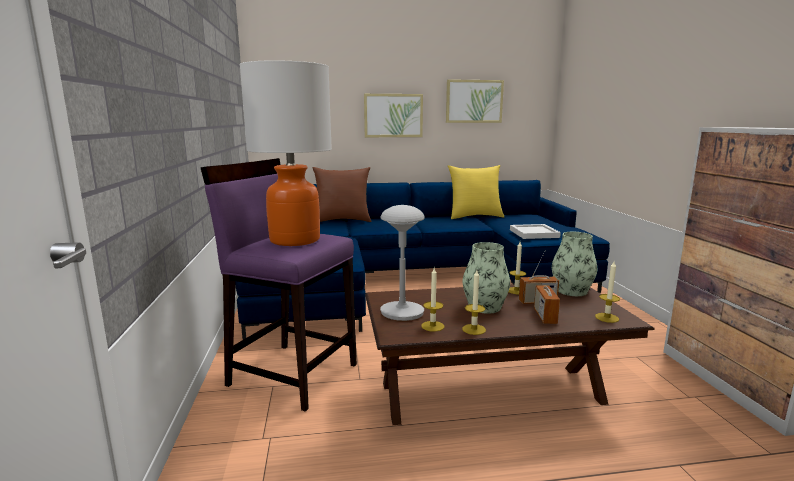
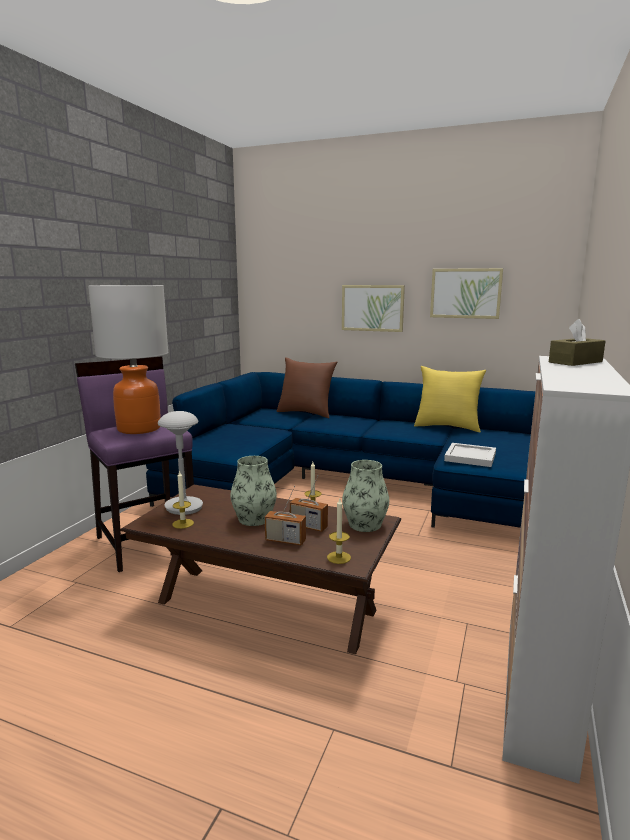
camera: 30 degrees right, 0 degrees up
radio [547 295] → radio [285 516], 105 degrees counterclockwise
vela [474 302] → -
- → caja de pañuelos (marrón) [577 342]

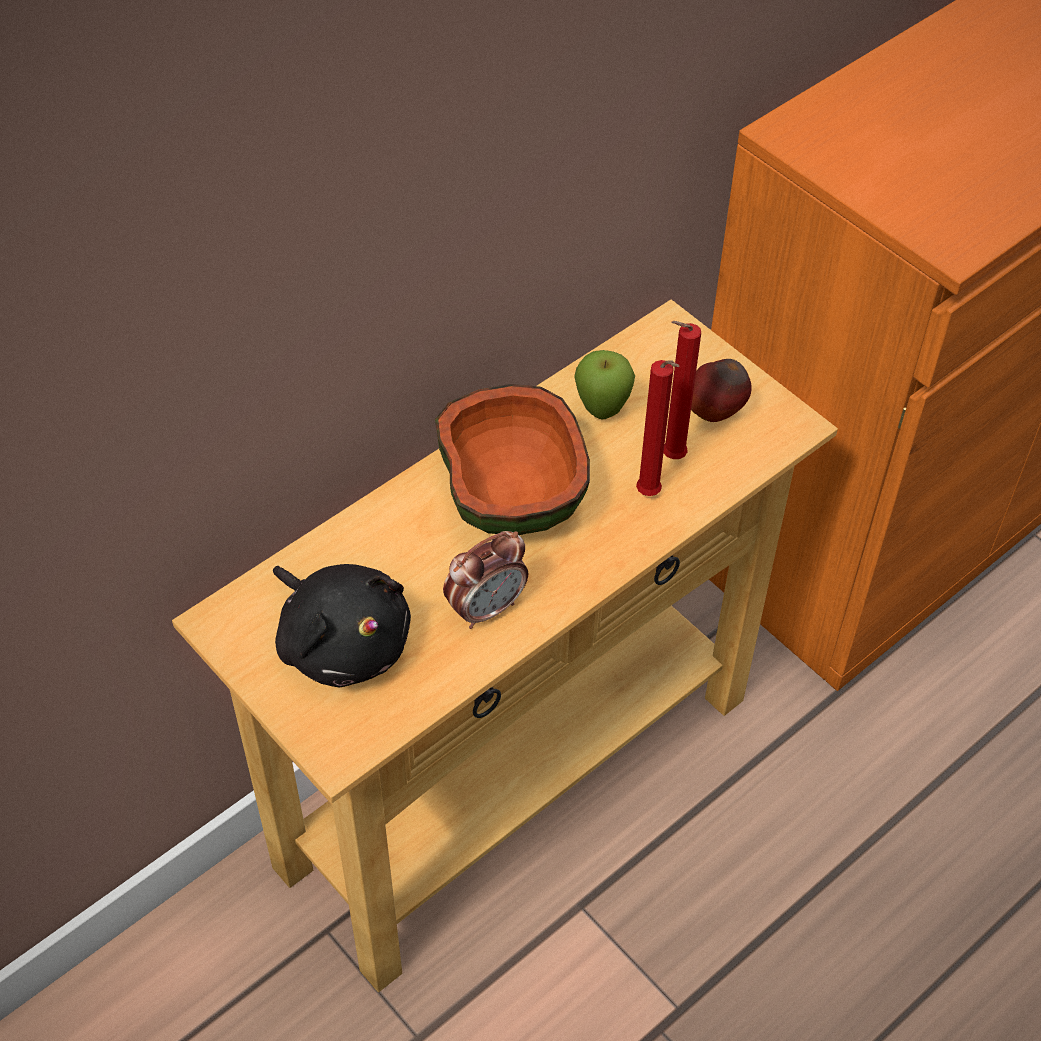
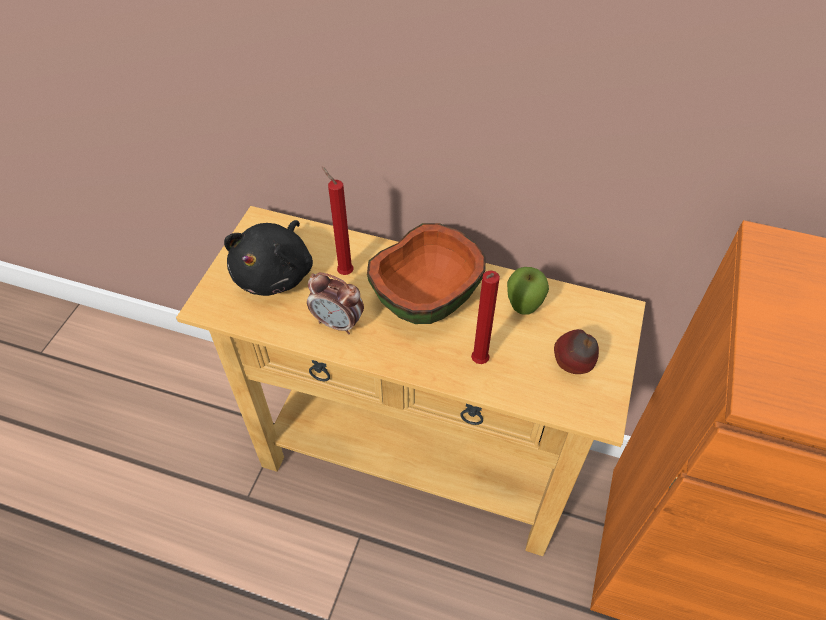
camera: 60 degrees right, 0 degrees up
vela (rojo) [682 390] → vela (rojo) [338 221], relocated

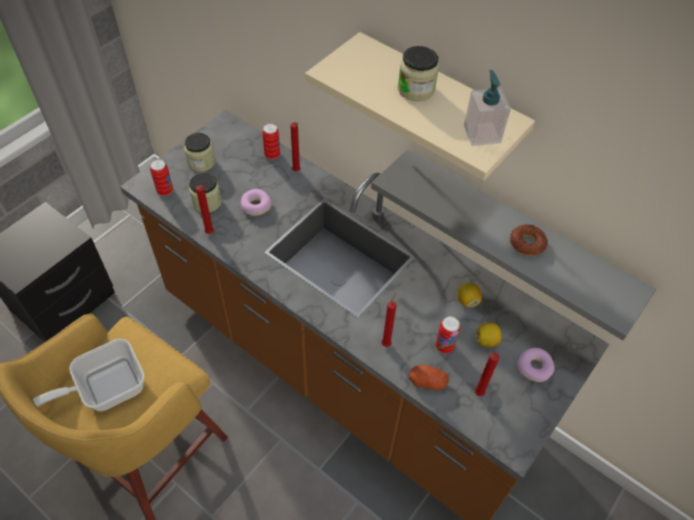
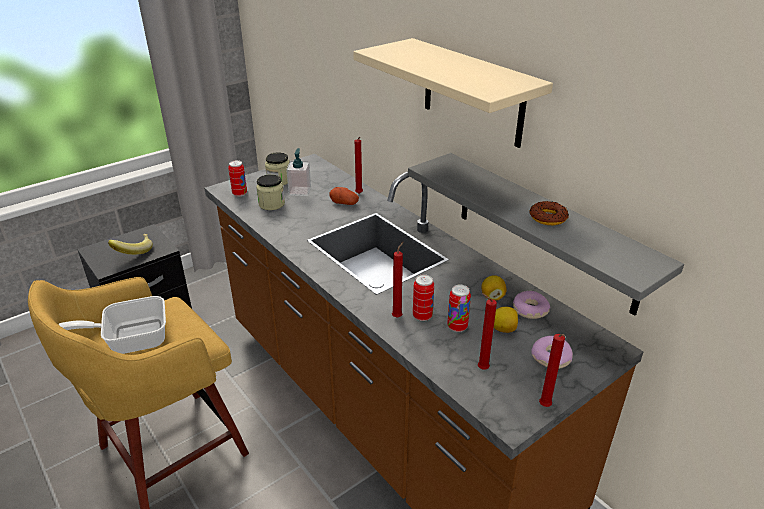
camera: 15 degrees right, 20 degrees down
tarro [418 73] → -
dispensador de jabón [487 108] → dispensador de jabón [298 172], relocated
lata [271 141] → lata [423 297], relocated
vela (rojo) [205 209] → vela (rojo) [552 370], relocated
rosquilla [256 202] → rosquilla [531 305], relocated
patata [429 377] → patata [344 196], relocated
- → plátano [130 244]

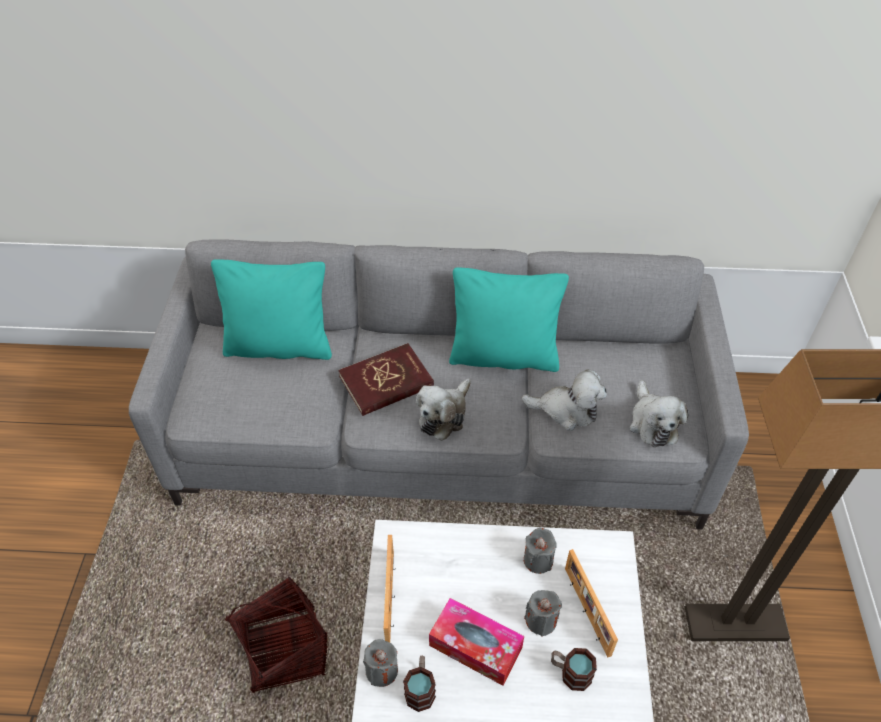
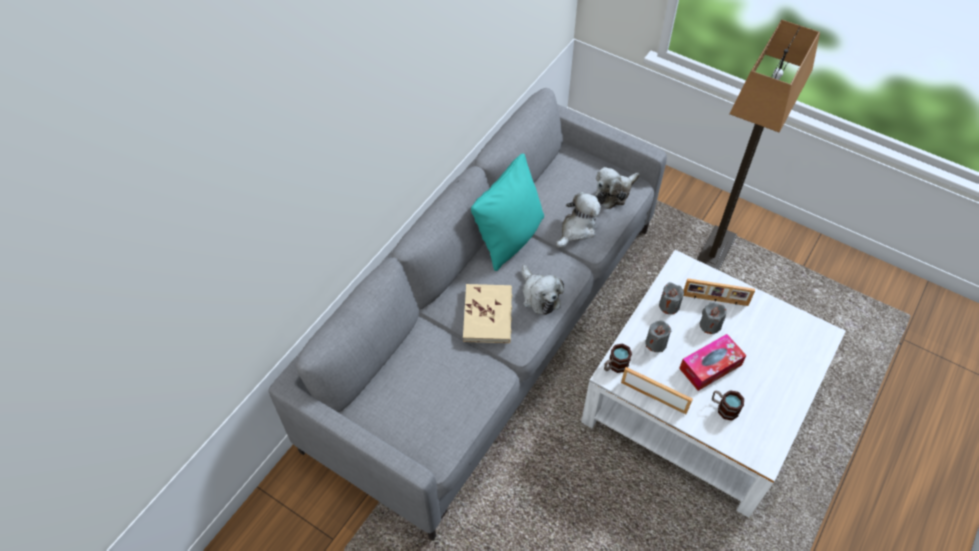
camera: 60 degrees left, 5 degrees up
cojín (turquesa) [271 309] → -
libro (rojo) [386 379] → libro (beis) [487 313]
peluche [659 413] → peluche [617 188], 120 degrees clockwise
cesta [276 634] → -
vela (gris) [380 663] → vela (gris) [658 336], relocated
taza grande [574 669] → taza grande [618 358], relocated

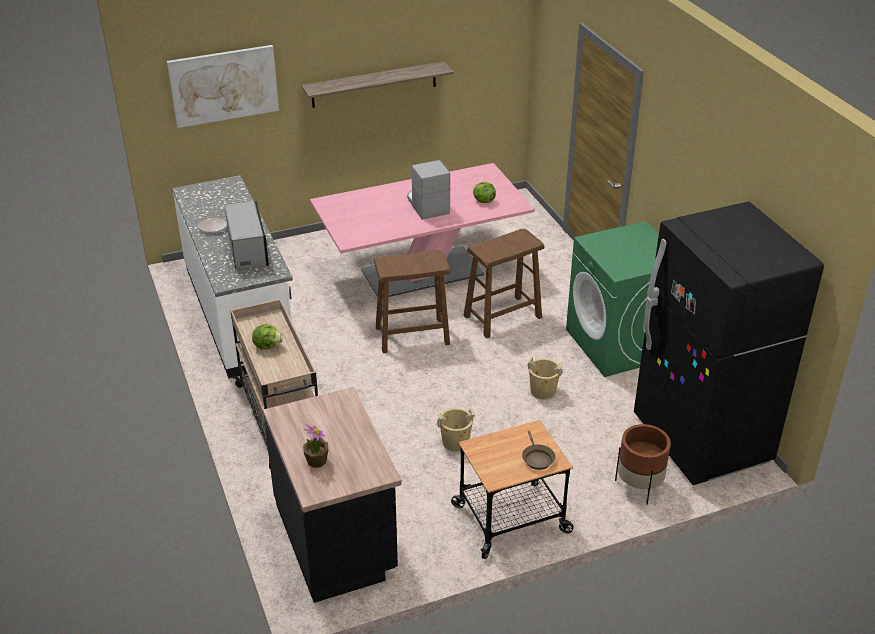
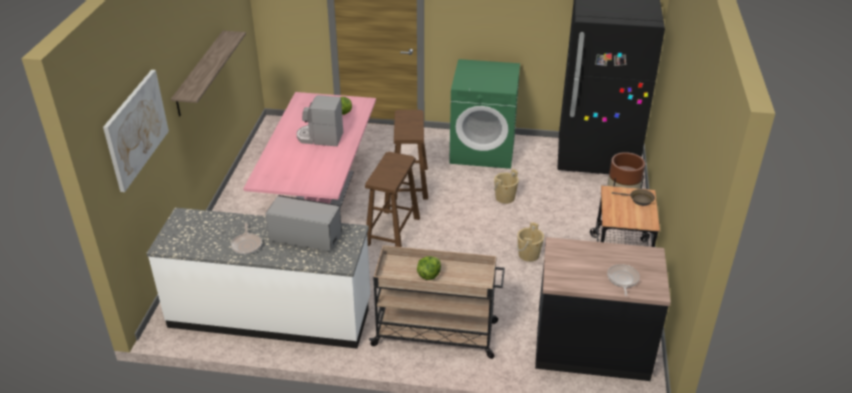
camera: 60 degrees left, 0 degrees up
planta en maceta [315 446] → sartén [623 280]

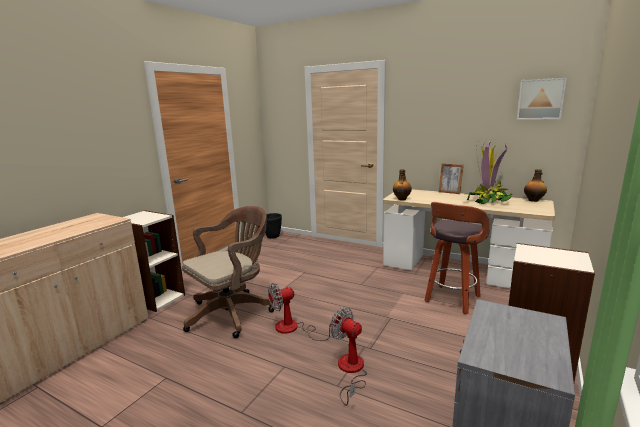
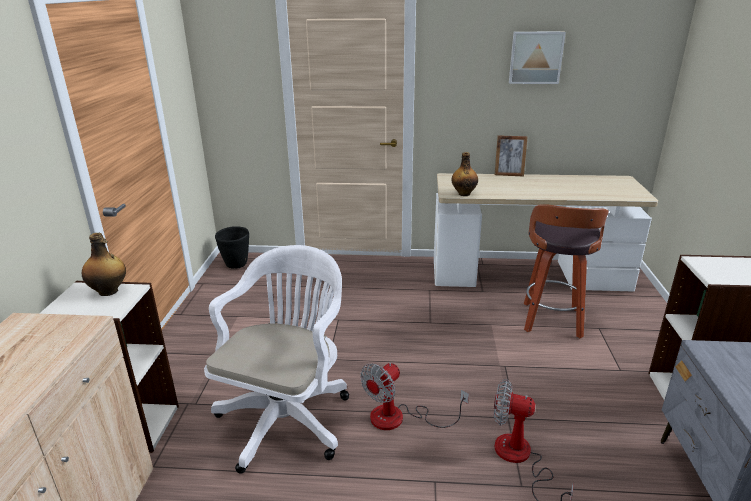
camera: 25 degrees left, 10 degrees up
cuadro [542 99] → cuadro [537 57], relocated
planta en maceta [490 171] → -
botella [535 185] → botella [104 264], relocated
silla de oficina (marrón) [228 272] → silla de oficina (blanco) [276 359]

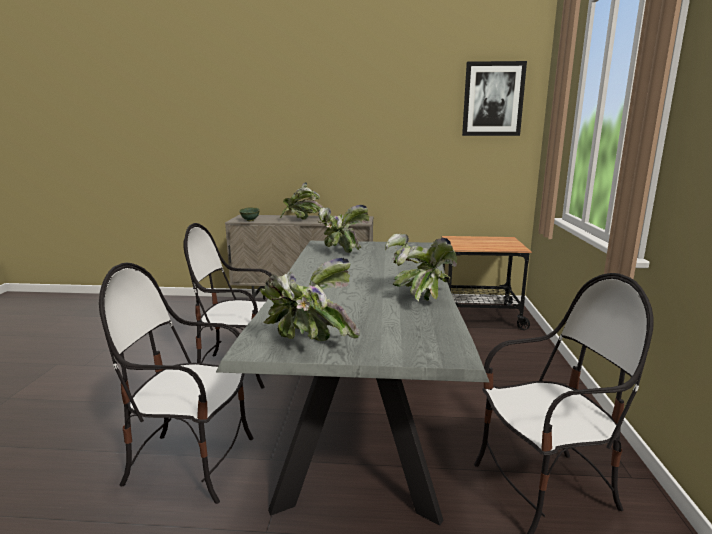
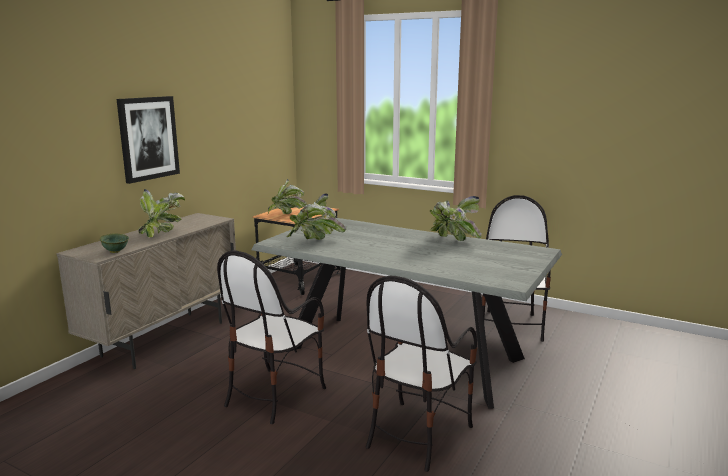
camera: 65 degrees left, 0 degrees up
cuadro [494 98] → cuadro [148 140], relocated
planta en maceta [309 299] → planta en maceta [287 196], relocated

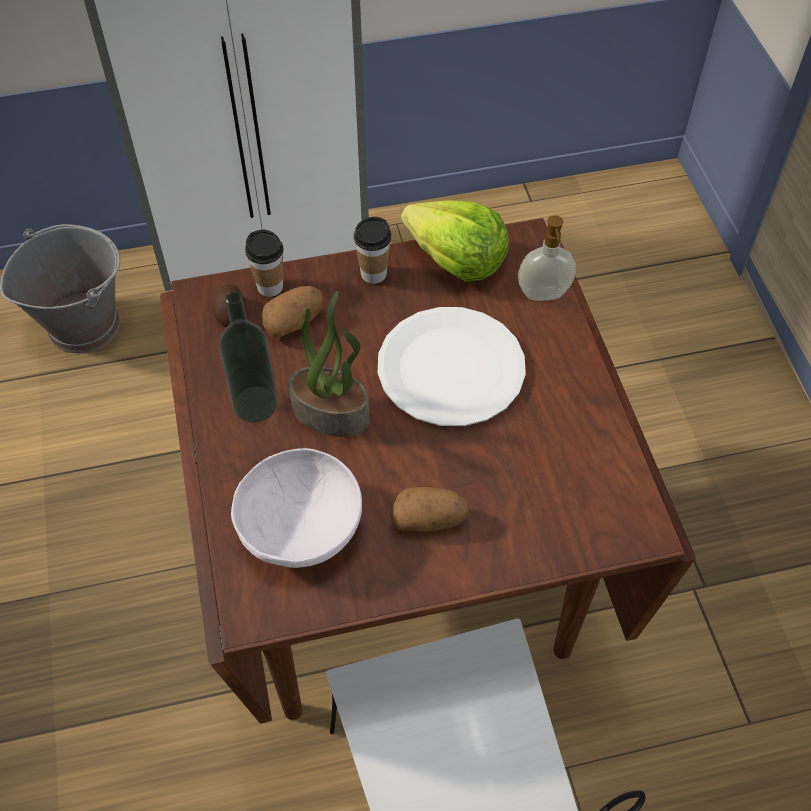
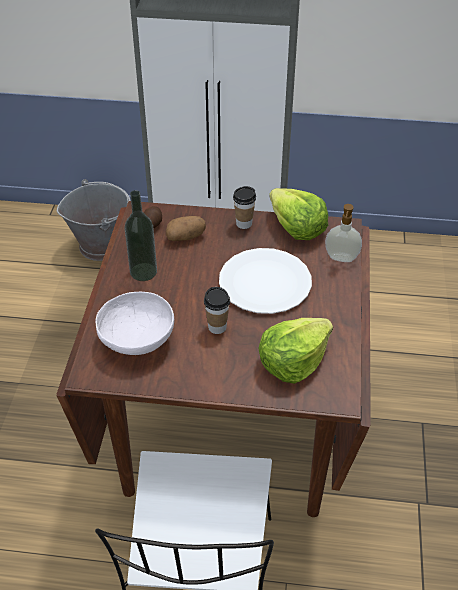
camera: 20 degrees right, 10 degrees down
taza [264 263] → taza [217 310], relocated
planta en maceta [329 364] → -
patata [429 509] → -
- → lechuga [295 351]

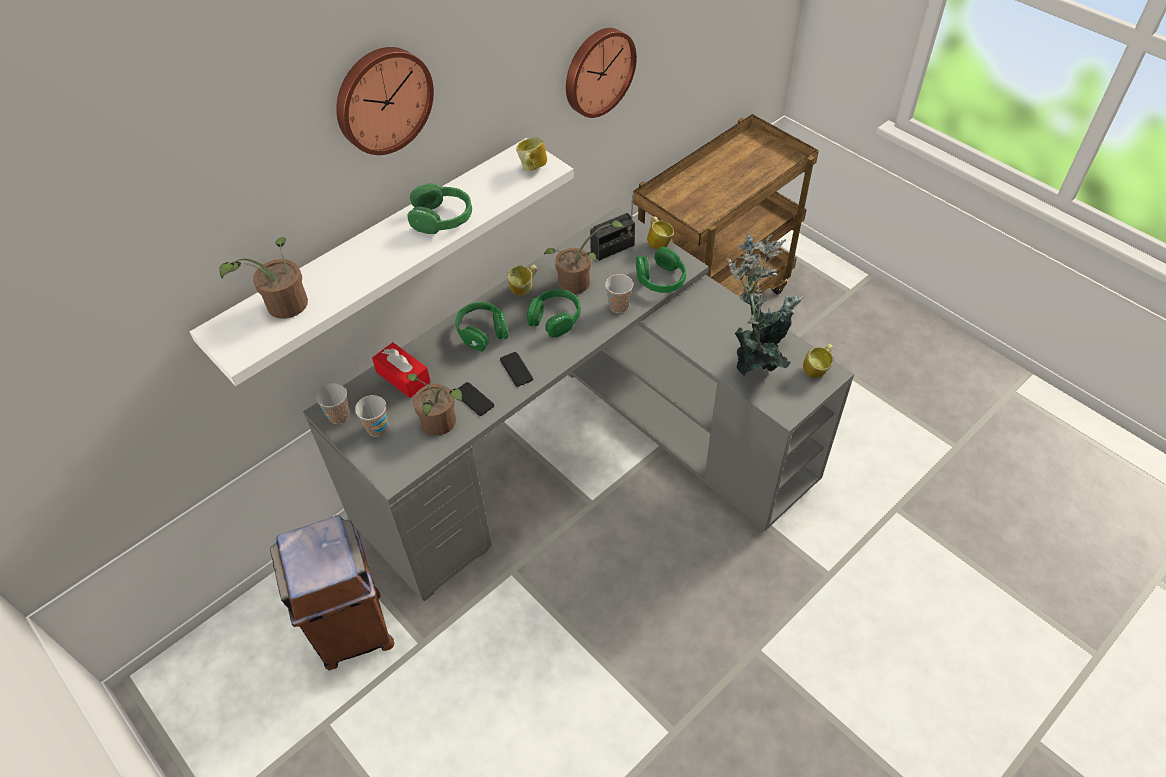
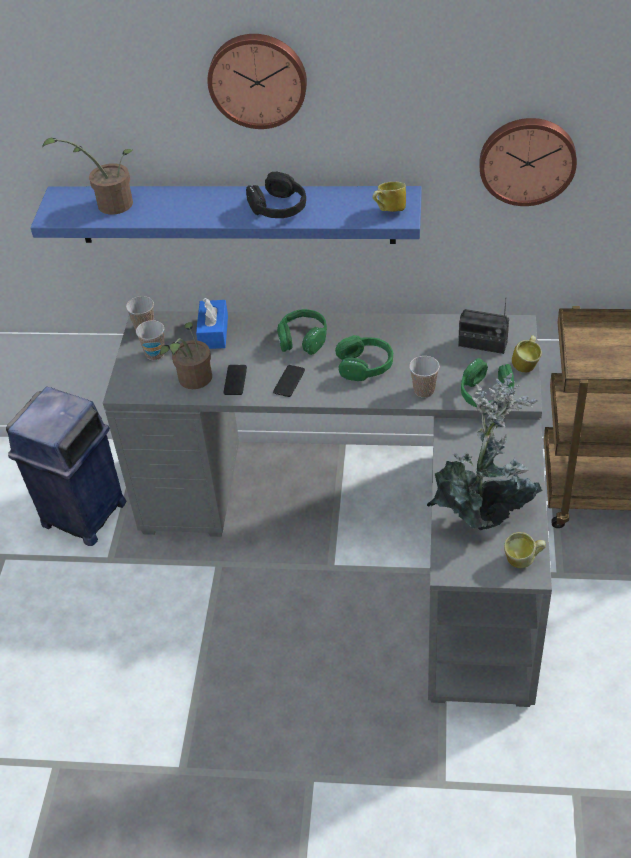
camera: 50 degrees right, 5 degrees down
estante (blanco) [382 262] → estante (azul) [226 215]
auriculares (verde) [439 208] → auriculares (negro) [276 195]
planta en maceta [584 257] → -
taza grande [522 280] → -
caja de pañuelos (rojo) [401 370] → caja de pañuelos (azul) [212 323]
papelera (marrón) [332 593] → papelera (azul) [66 466]

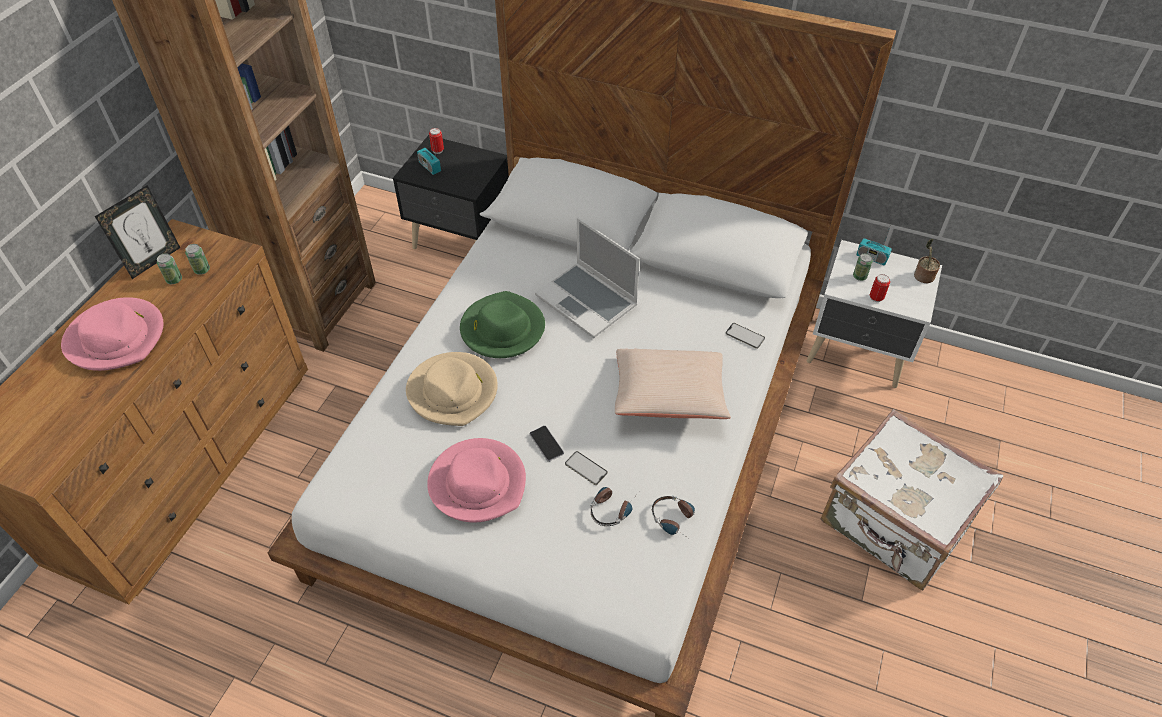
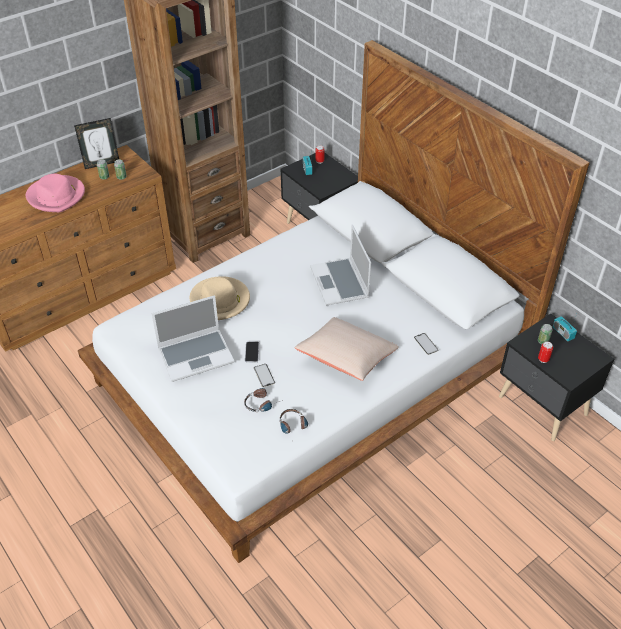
camera: 30 degrees right, 5 degrees down
planta en maceta [927 261] → -
mesita de noche (blanco) [874 314] → mesita de noche (negro) [556 377]
sombrero (verde) [502 324] → -
maleta (blanco) [912 500] → -
sombrero (rosa) [476 480] → portátil [193 338]

